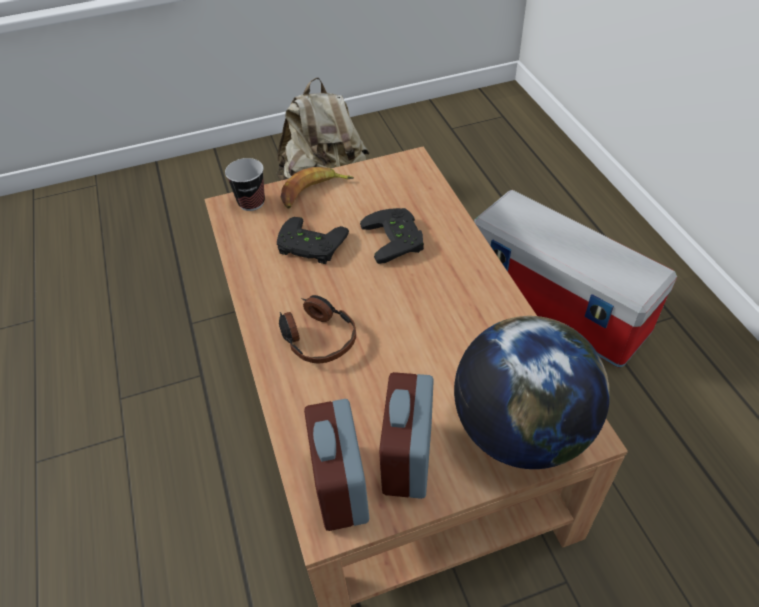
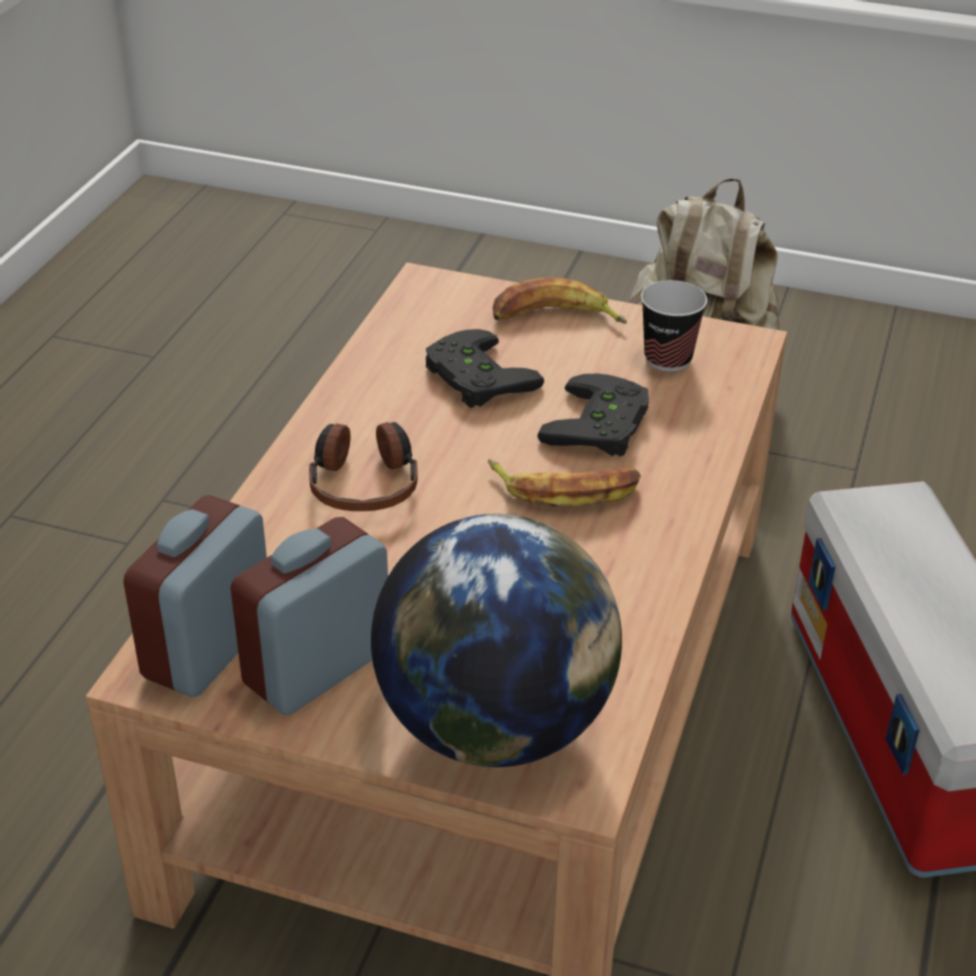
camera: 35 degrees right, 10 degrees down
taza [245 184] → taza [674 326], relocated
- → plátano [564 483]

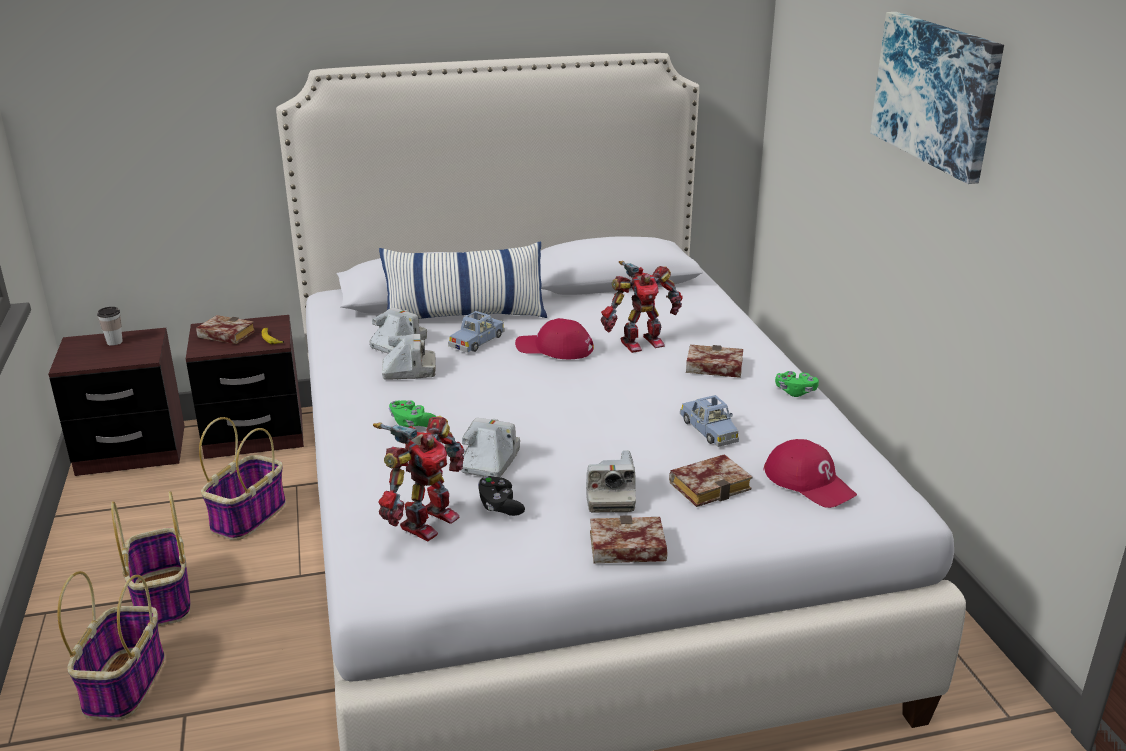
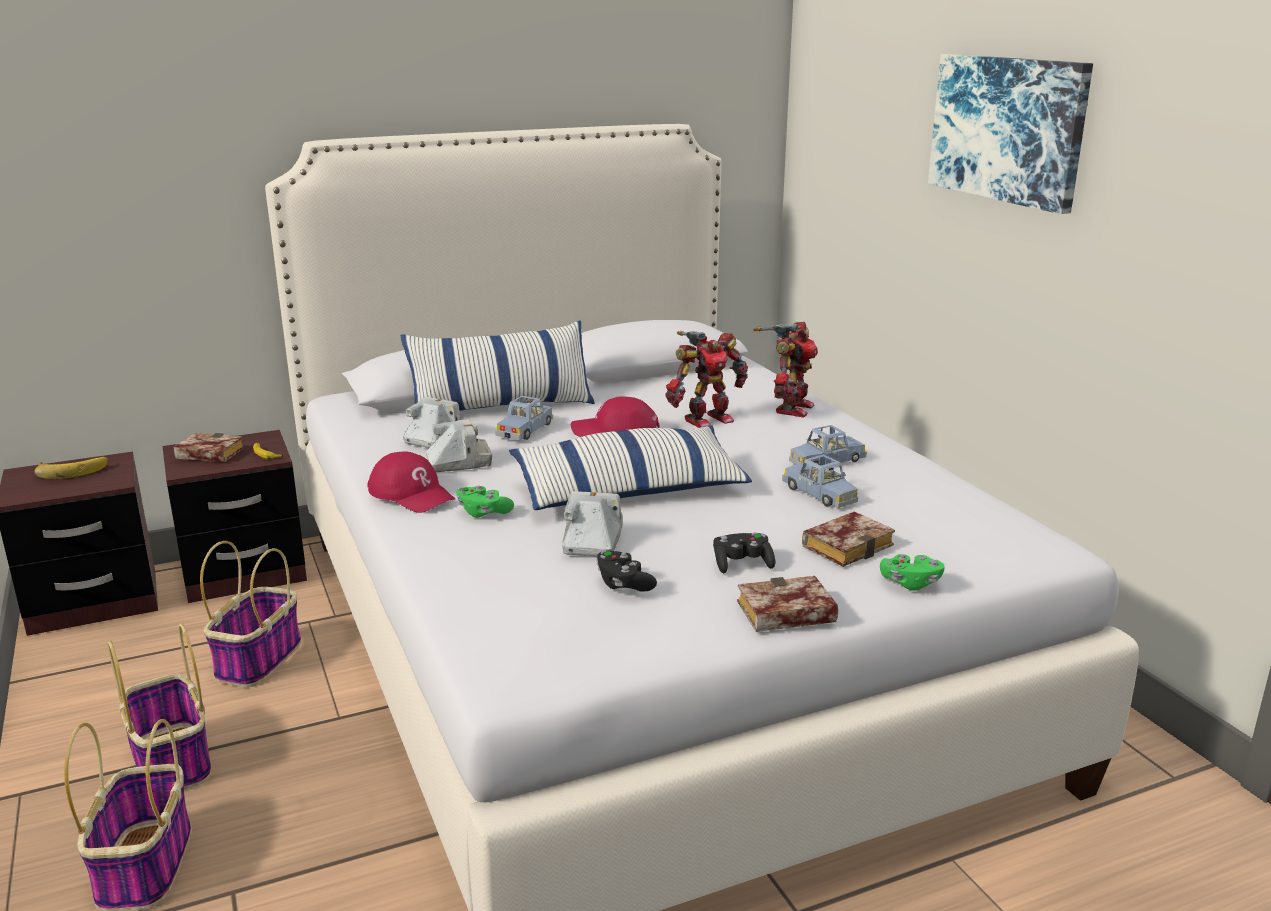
camera: 10 degrees left, 5 degrees down
taza [110 326] → plátano [71 468]
libro [714 361] → -
mando de consola (verde) [797 384] → mando de consola (verde) [912 572], relocated
robot de juguete [419 478] → robot de juguete [785 370], relocated
gorra (rojo) [810 473] → gorra (rojo) [412 482], relocated
cámara [611 481] → mando de consola (negro) [744 553]
- → coche de juguete (azul) [828 445]
- → cojín [630 468]

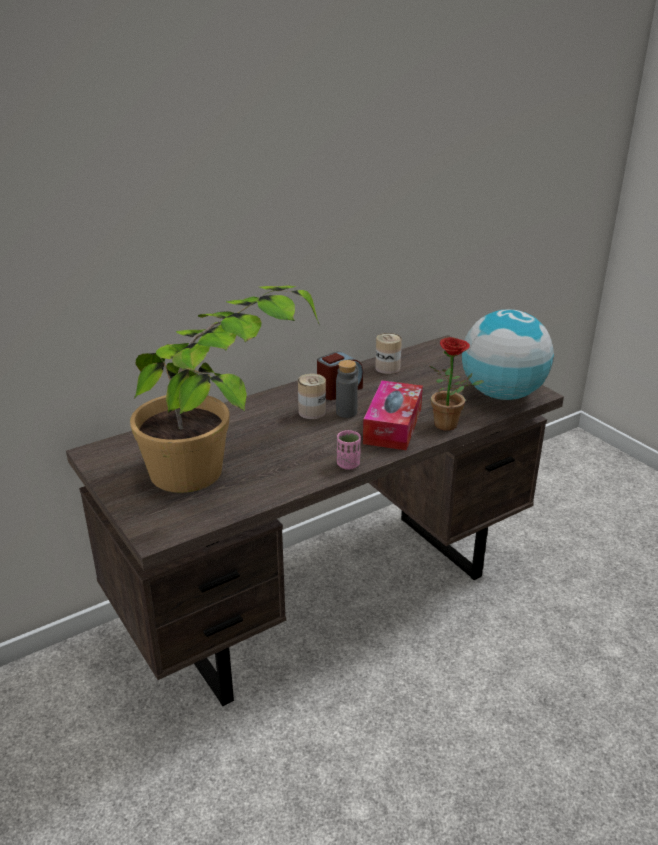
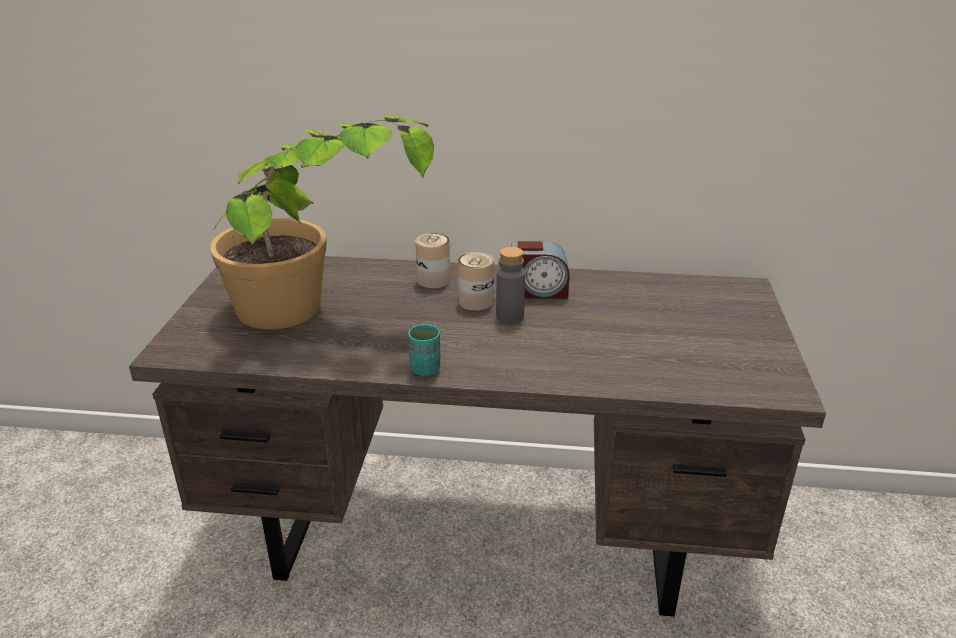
camera: 40 degrees right, 0 degrees up
globo terráqueo [508 354] → -
lata [388 353] → lata [432 260], relocated
planta en maceta [456 384] → -
caja de pañuelos [393 415] → -
taza (rosa) [349 450] → taza (turquesa) [424 350]

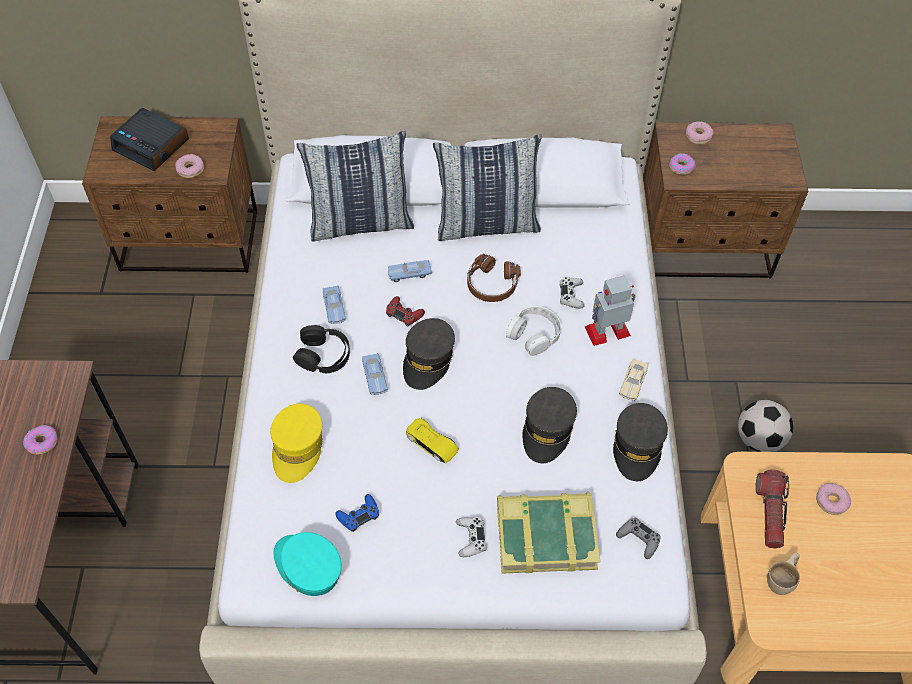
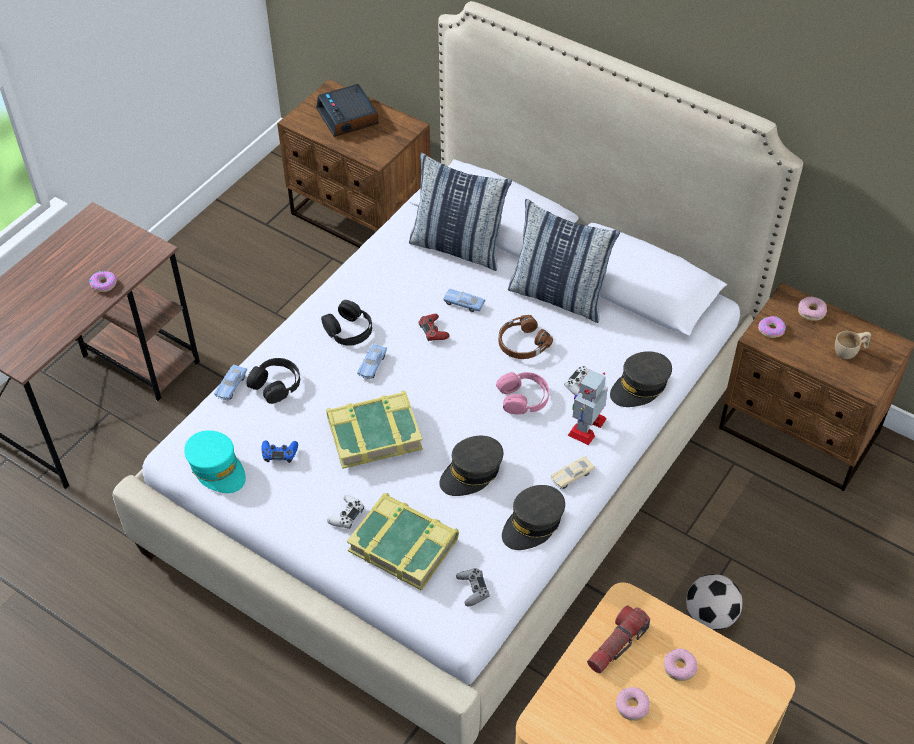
camera: 35 degrees right, 5 degrees down
rosquilla [189 166] → rosquilla [633 704], relocated
robot de juguete [610 311] → robot de juguete [587 407], 75 degrees counterclockwise
coche de juguete (azul) [334 304] → coche de juguete (azul) [230 382], relocated
auriculares (blanco) [533 331] → auriculares (rosa) [522 393]
gorra (gris) [429 354] → gorra (gris) [641 379], relocated
gorra (amarillo) [296 443] → auriculares (negro) [273 381]
coche de juguete (amarillo) [432 440] → libro [374 430]
gorra (turquesa) [307 564] → gorra (turquesa) [215 461], 150 degrees clockwise
taza (beis) [783 574] → taza (beis) [853 345], relocated

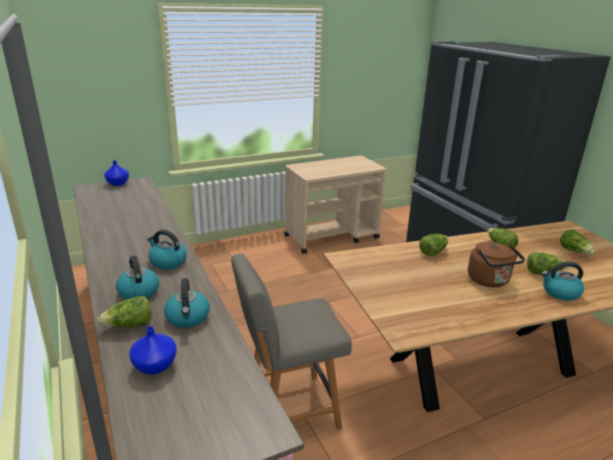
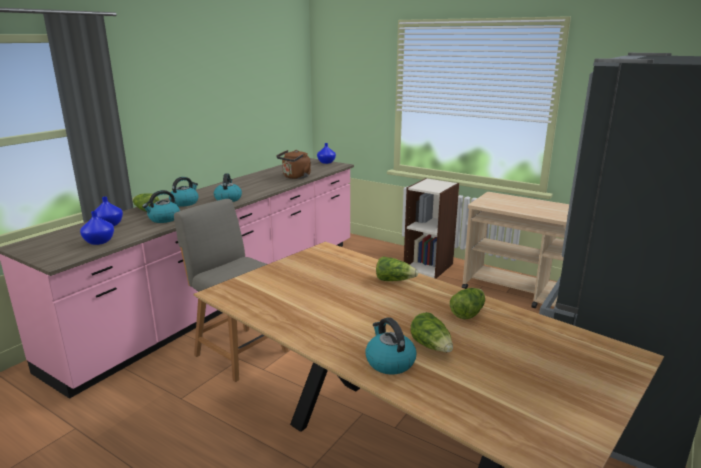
camera: 60 degrees right, 5 degrees down
lechuga [577 241] → -
hervidor (marrón) [496 264] → hervidor (marrón) [293 164], relocated
- → estantería [431 228]
- → florero (azul) [97 228]

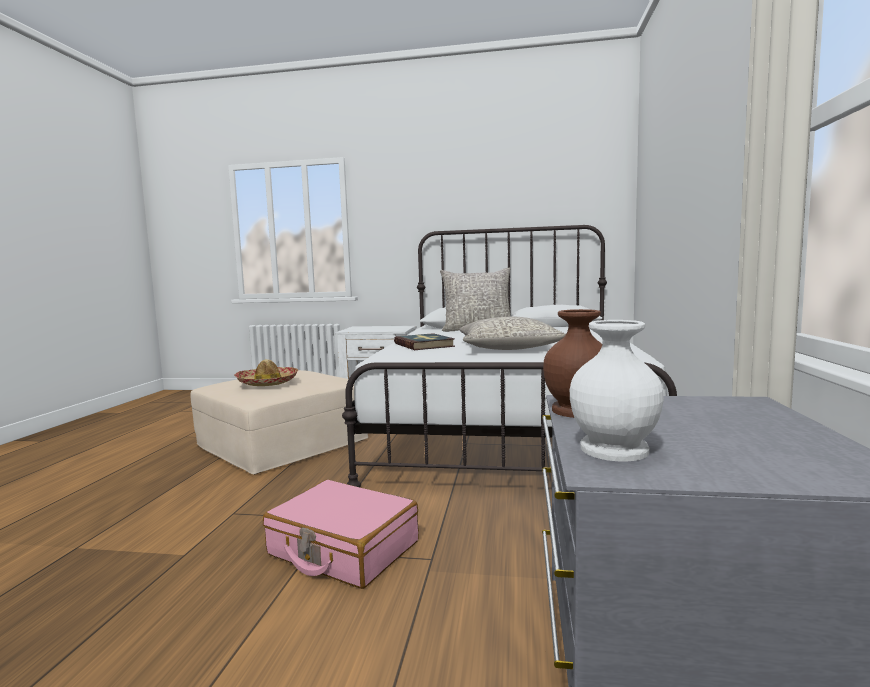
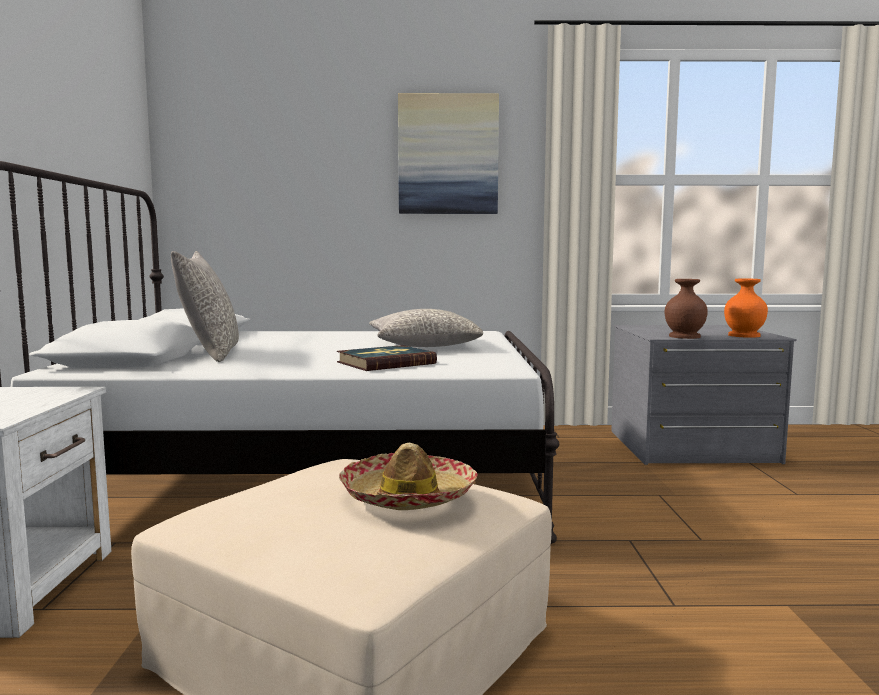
camera: 100 degrees left, 0 degrees up
florero (blanco) [617 391] → florero (naranja) [746 308]
maleta (rosa) [341 534] → -
- → cuadro [448 153]

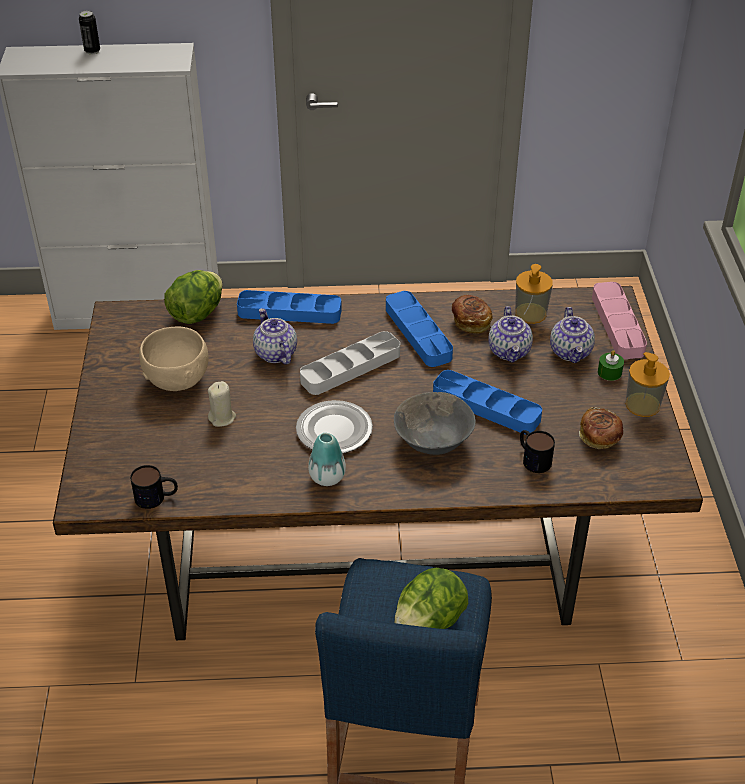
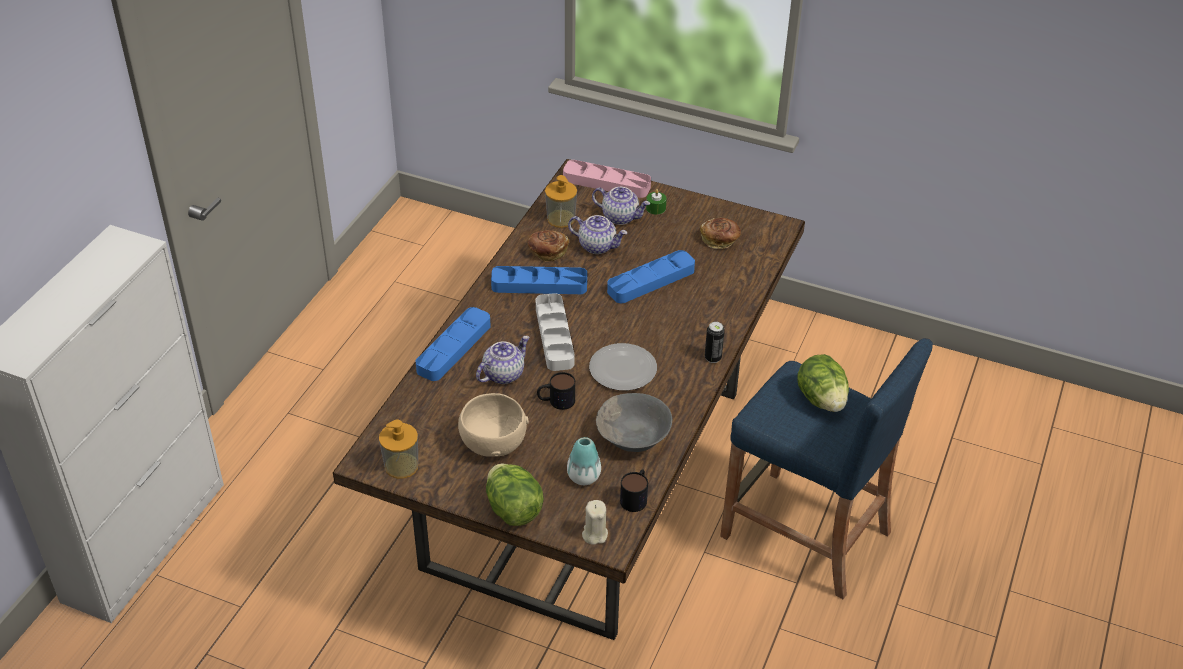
camera: 65 degrees left, 0 degrees up
lata [89 32] → lata [715 342], relocated
lechuga [193 297] → lechuga [515 495], relocated
tetera [275 336] → tetera [503 360], 135 degrees clockwise
dispensador de jabón [647 384] → dispensador de jabón [398 449], relocated
vela (beis) [222 404] → vela (beis) [595 522], relocated
cuenco (gris) [435 423] → cuenco (gris) [634 422], relocated
taza grande [537 451] → taza grande [556 391], relocated
florero [327 459] → florero [584 461], relocated

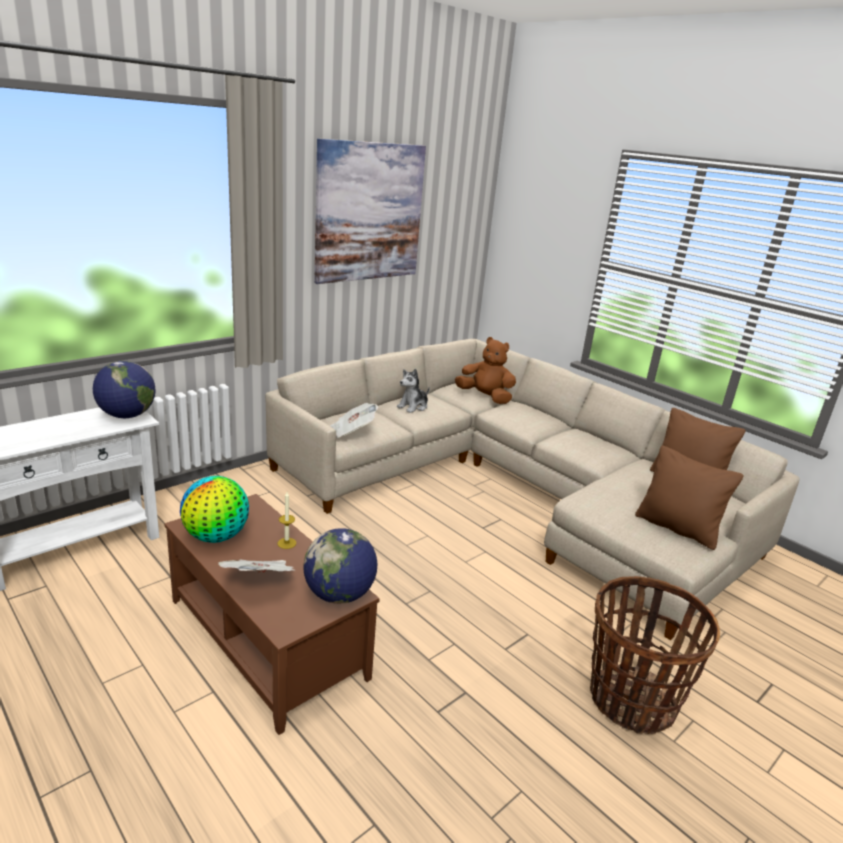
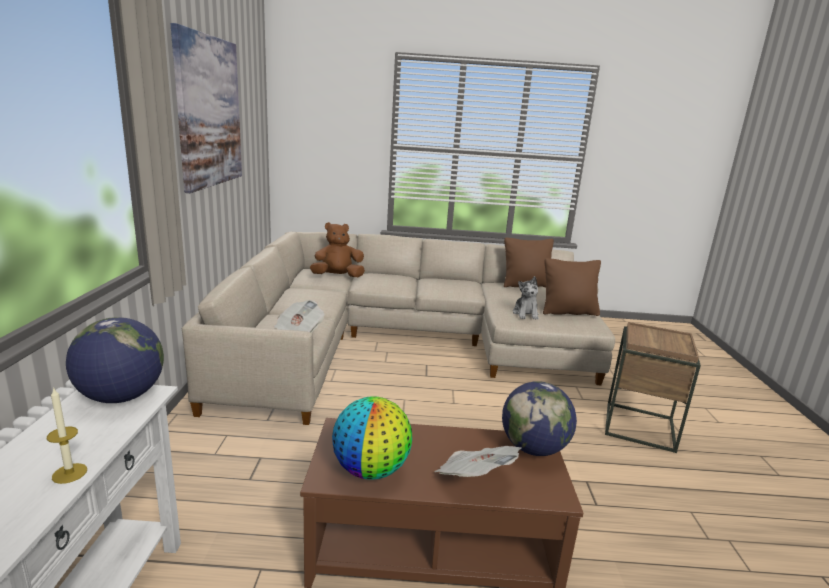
camera: 45 degrees left, 5 degrees down
peluche [413 391] → peluche [526 298], relocated
vela [286 520] → vela [67 435], relocated
cesta [655 655] → mesa auxiliar (marrón) [653 387]

